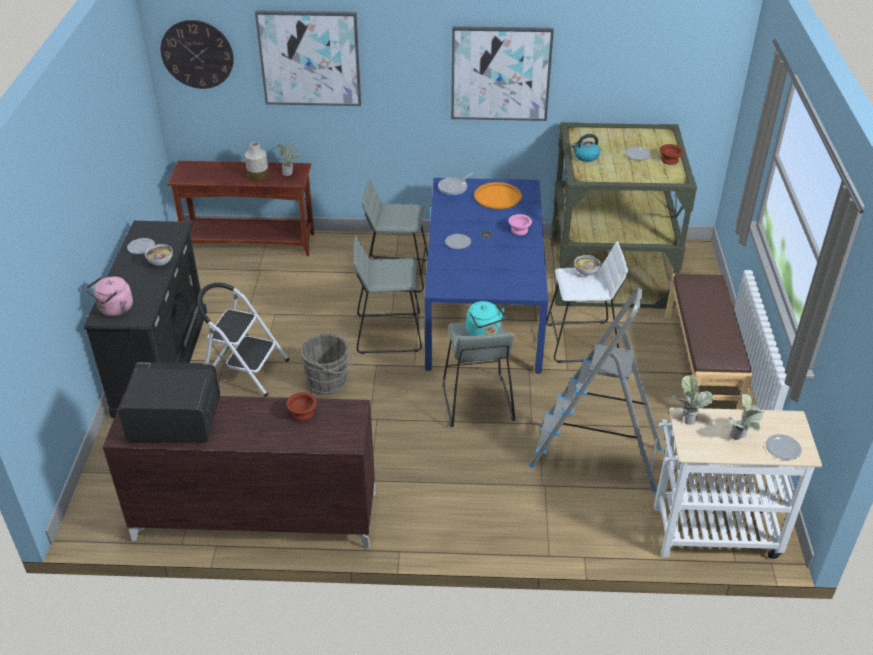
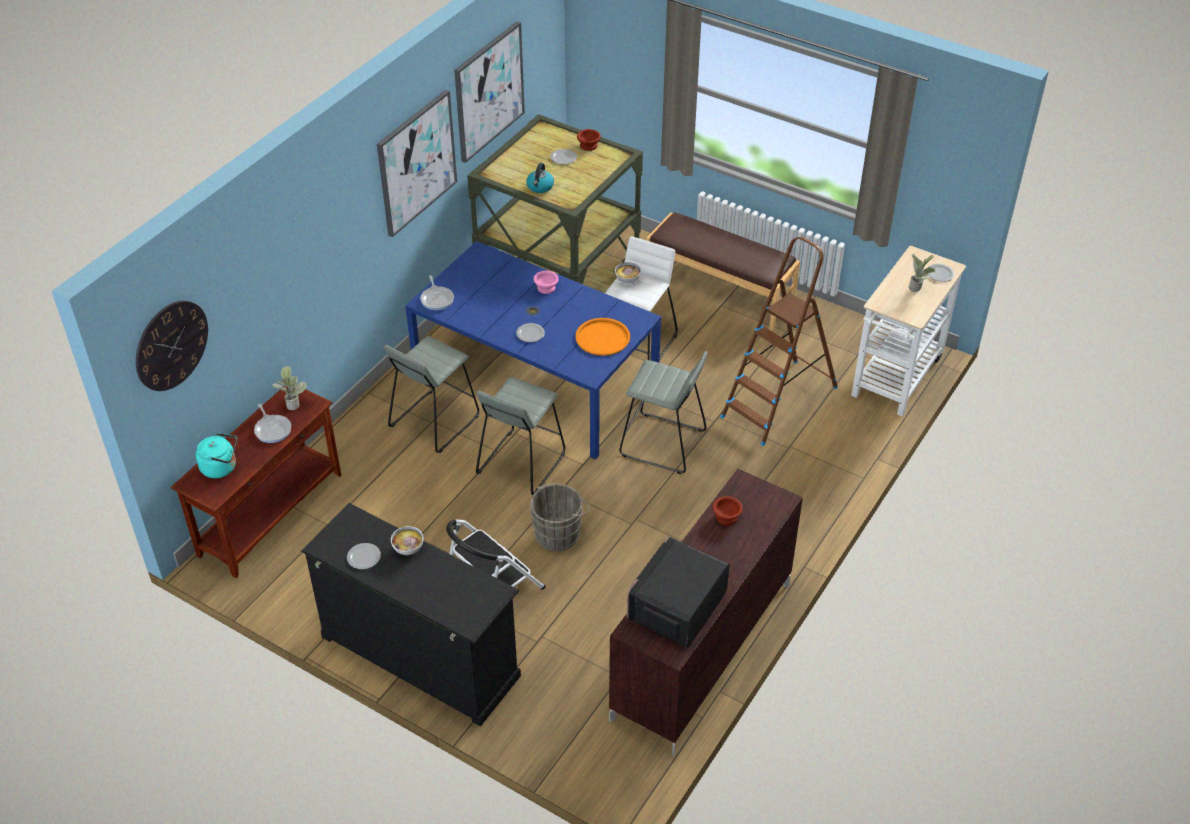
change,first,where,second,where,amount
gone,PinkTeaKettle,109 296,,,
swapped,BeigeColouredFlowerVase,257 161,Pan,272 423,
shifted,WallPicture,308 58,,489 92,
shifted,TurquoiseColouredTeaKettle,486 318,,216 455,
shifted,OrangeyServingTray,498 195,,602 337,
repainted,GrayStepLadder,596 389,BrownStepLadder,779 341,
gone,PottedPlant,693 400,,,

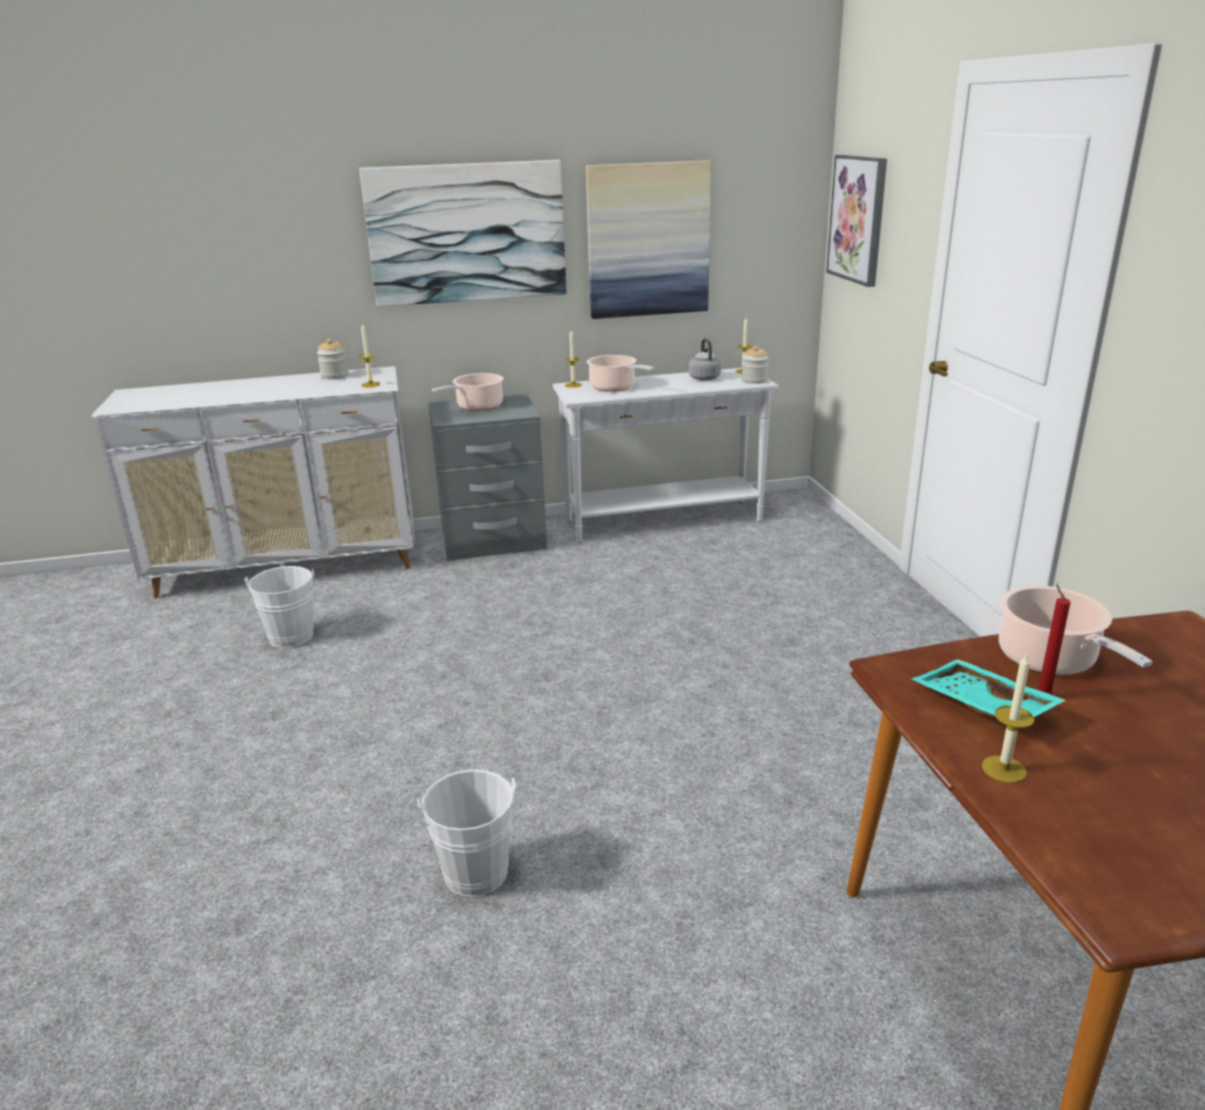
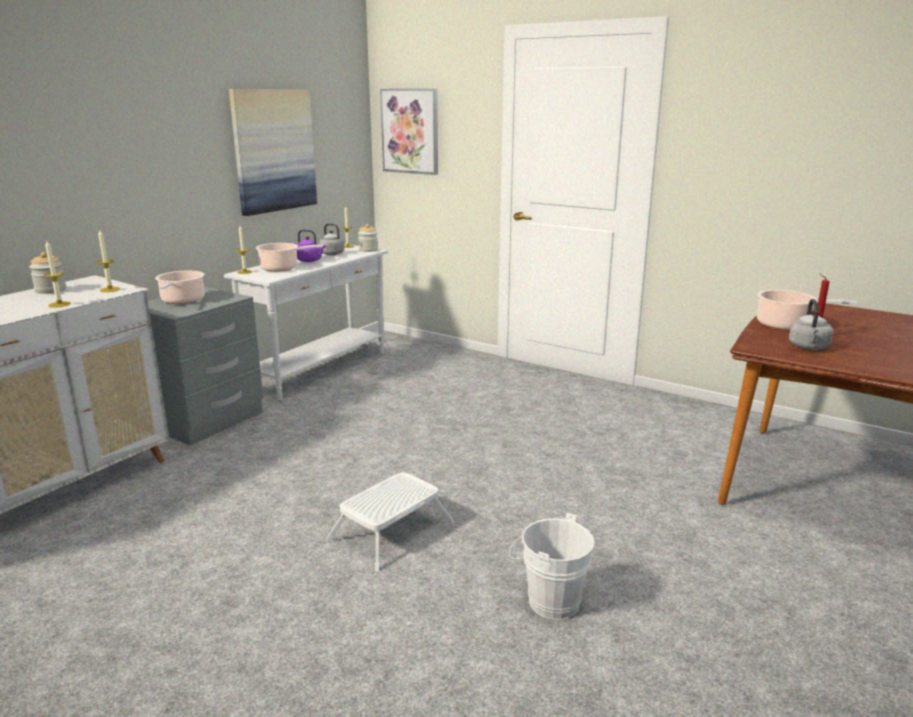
change,first,where,second,where,amount
gone,WhitishWaterBucket,280 607,,,
gone,WallPicture,462 233,,,
swapped,TurquoiseColouredServingTray,989 688,GrayTeaKettle,811 324,
shifted,WaxLight,1008 718,,57 274,
new,,,PurpleColouredTeaKettle,311 245,
new,,,WhitishStepLadder,390 521,

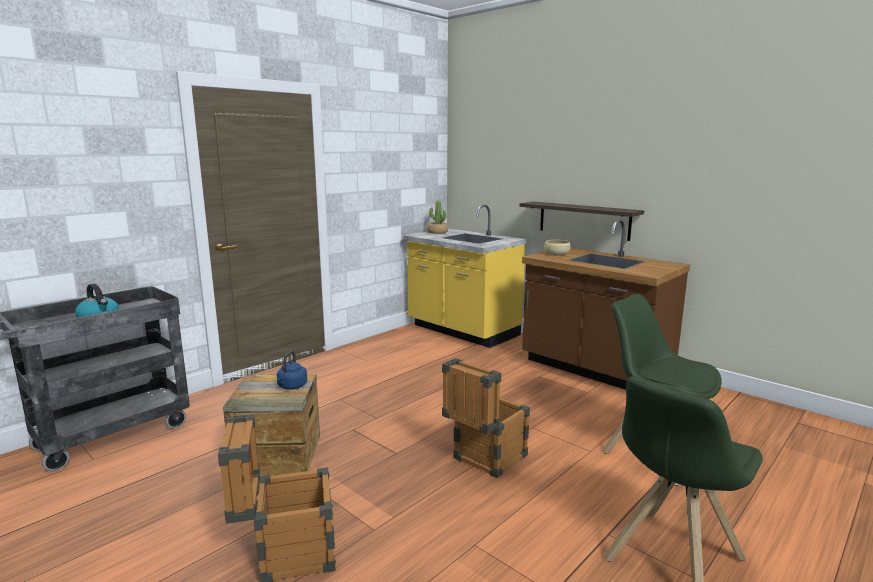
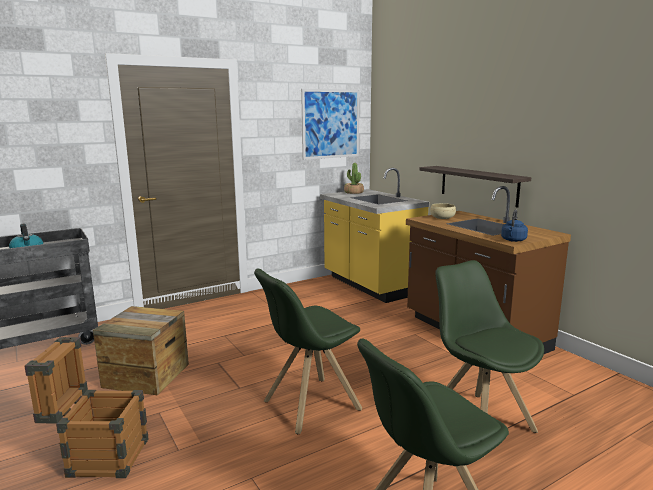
change,first,where,second,where,amount
shifted,BluishTeaKettle,292 370,,514 226,
swapped,ShippingCrate,486 418,GreenPlainChair,308 351,
new,,,WallPicture,330 124,

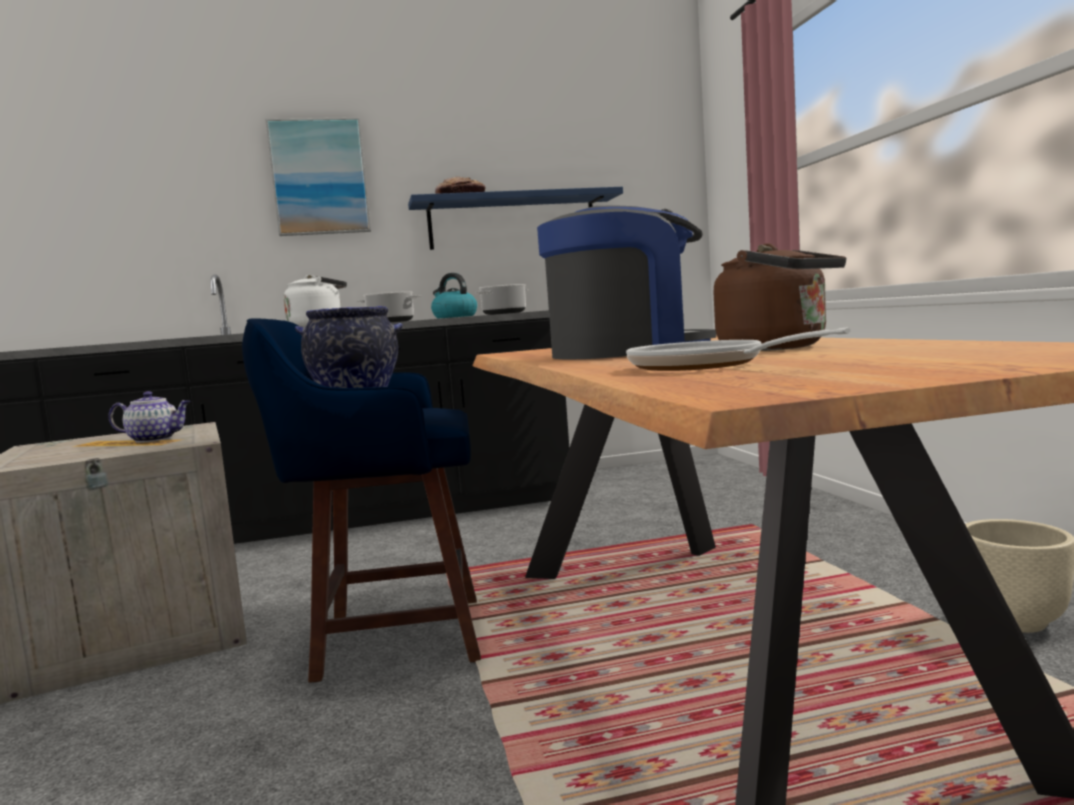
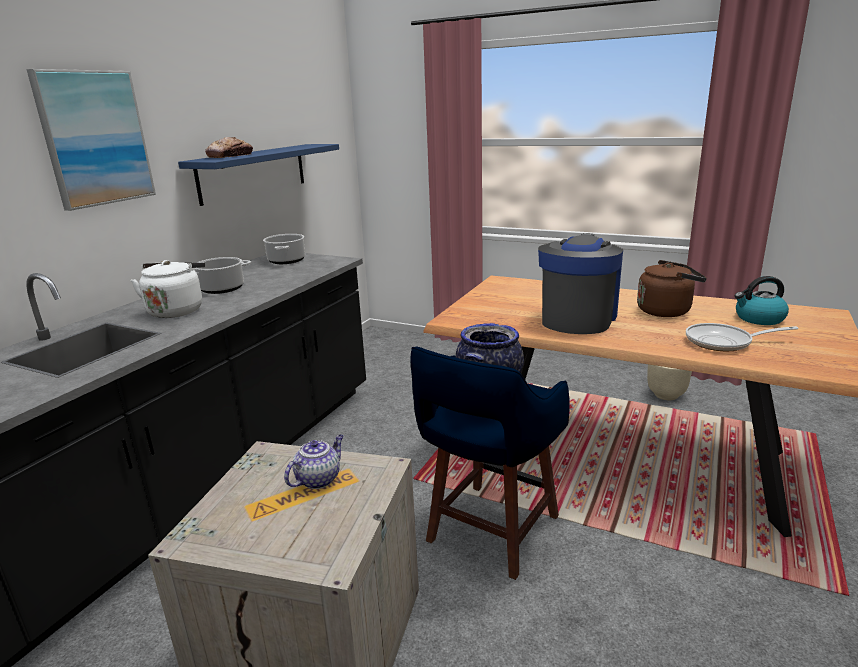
change,first,where,second,where,amount
shifted,TeaKettle,454 296,,762 300,

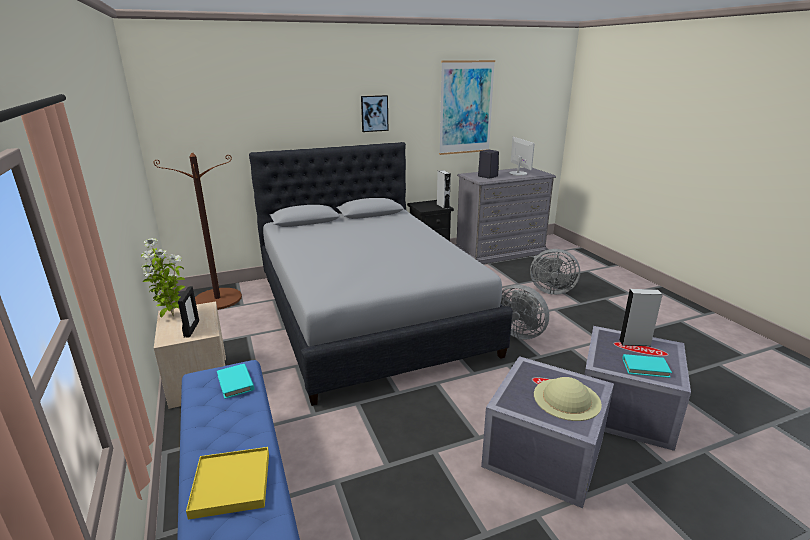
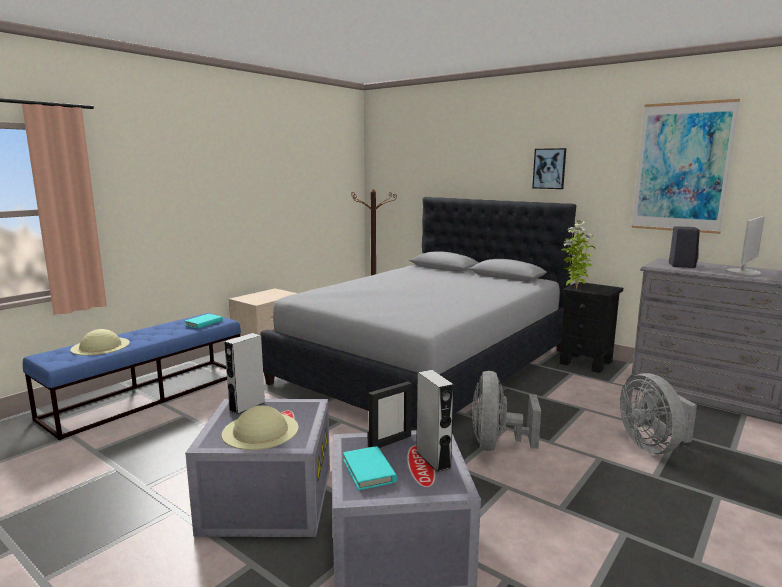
change,first,where,second,where,amount
shifted,PottedPlant,163 278,,578 254,
shifted,PhotoFrame,188 312,,390 414,
swapped,YellowColouredServingTray,227 483,BeigeColouredHat,100 342,
shifted,GrayLoudspeaker,444 189,,244 373,

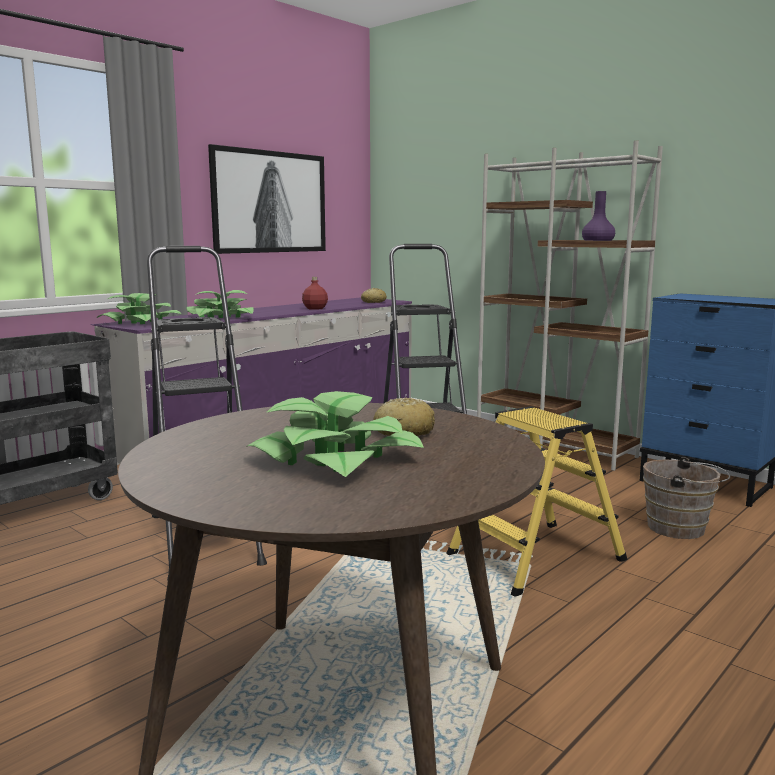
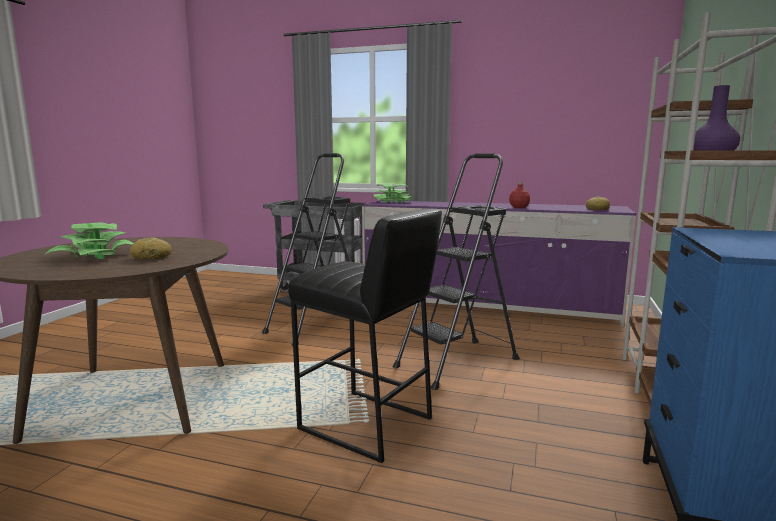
change,first,where,second,where,amount
gone,PottedPlant,220 304,,,
gone,WallPicture,267 199,,,
swapped,YellowColouredStepLadder,536 501,BlackSittingStool,365 335,
gone,BrownWaterBucket,686 498,,,

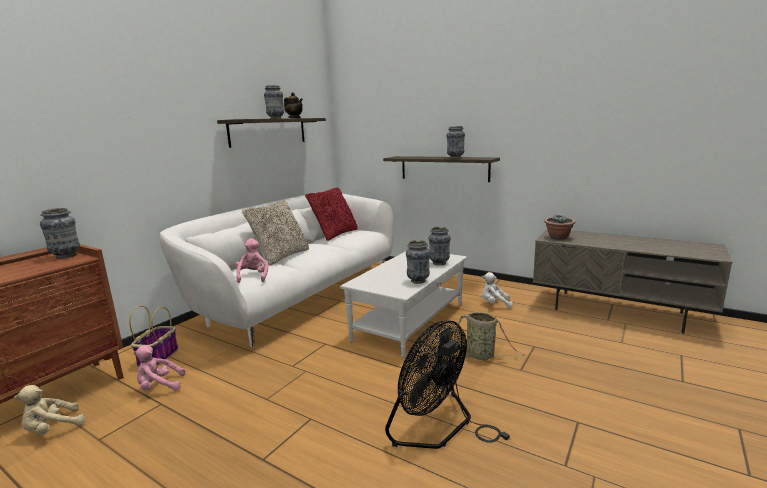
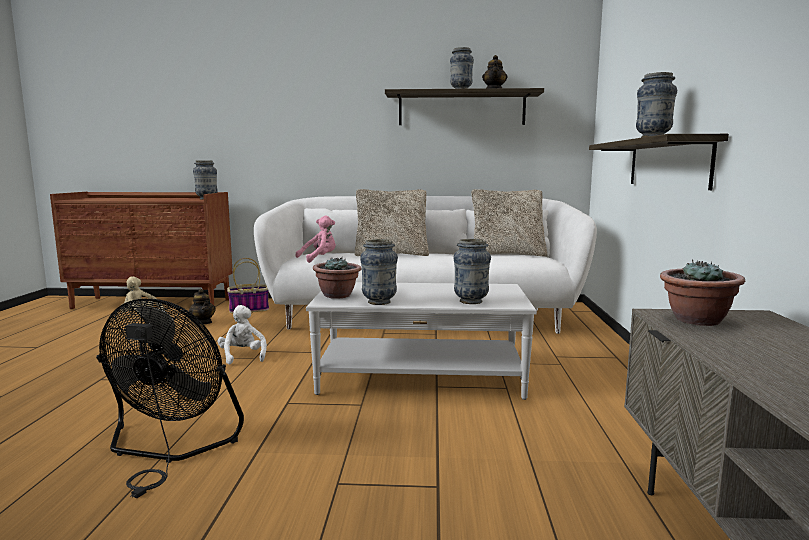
change,first,where,second,where,amount
swapped,PinkCuddlyToy,159 368,Teapot,202 306,
repainted,ReddishPillow,331 214,BeigeColouredPillow,509 222,
gone,HouseholdBasket,490 336,,,
shifted,WhitishCuddlyToy,497 290,,242 335,
new,,,PottedPlant,337 278,

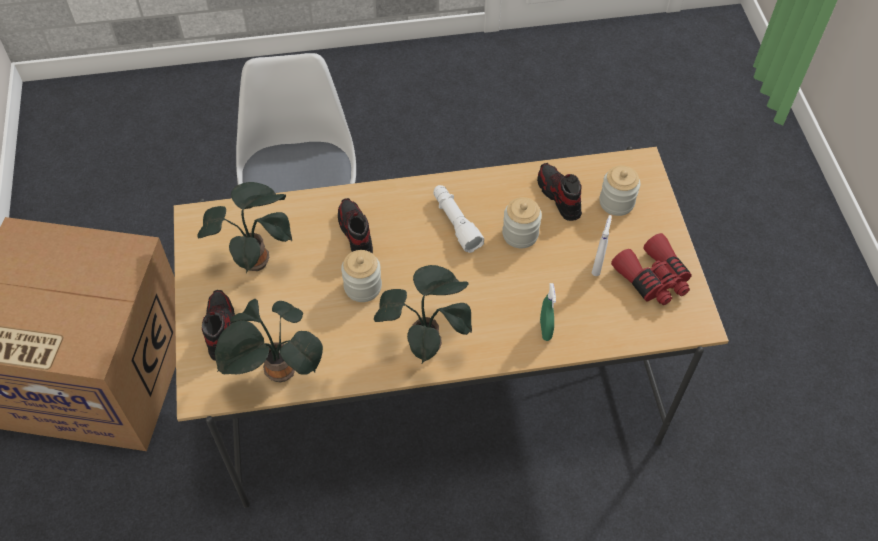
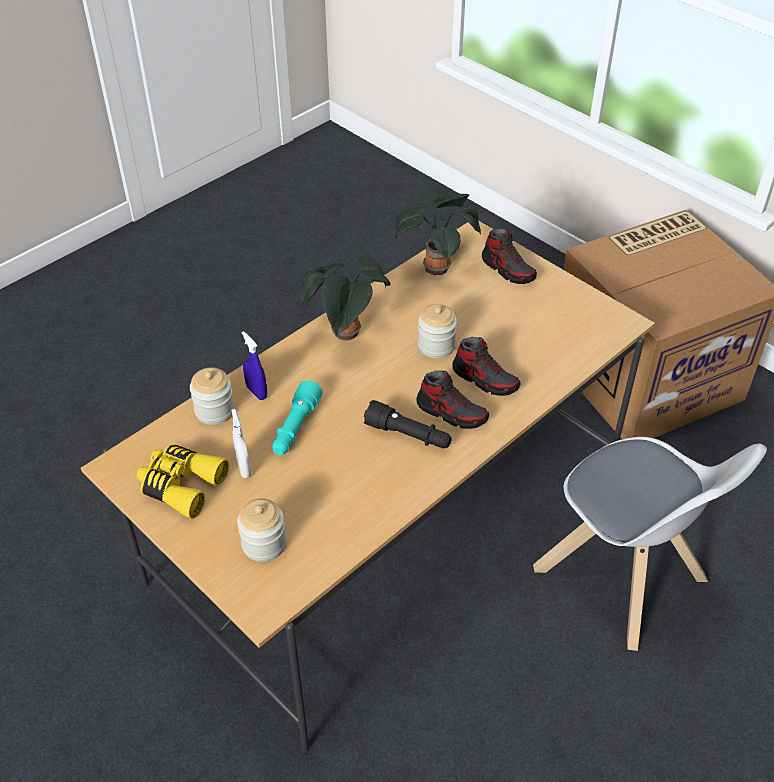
change,first,where,second,where,amount
gone,PottedPlant,244 228,,,
repainted,WhitishTorch,458 219,BlackTorch,408 424,
shifted,PreserveJar,522 222,,212 396,
shifted,ItemOfFootwear,559 192,,452 399,
repainted,GreenSprayBottle,548 312,BluishSprayBottle,254 365,
repainted,ReddishBinoculars,651 269,YellowColouredBinoculars,182 482,
new,,,TurquoiseColouredTorch,297 418,

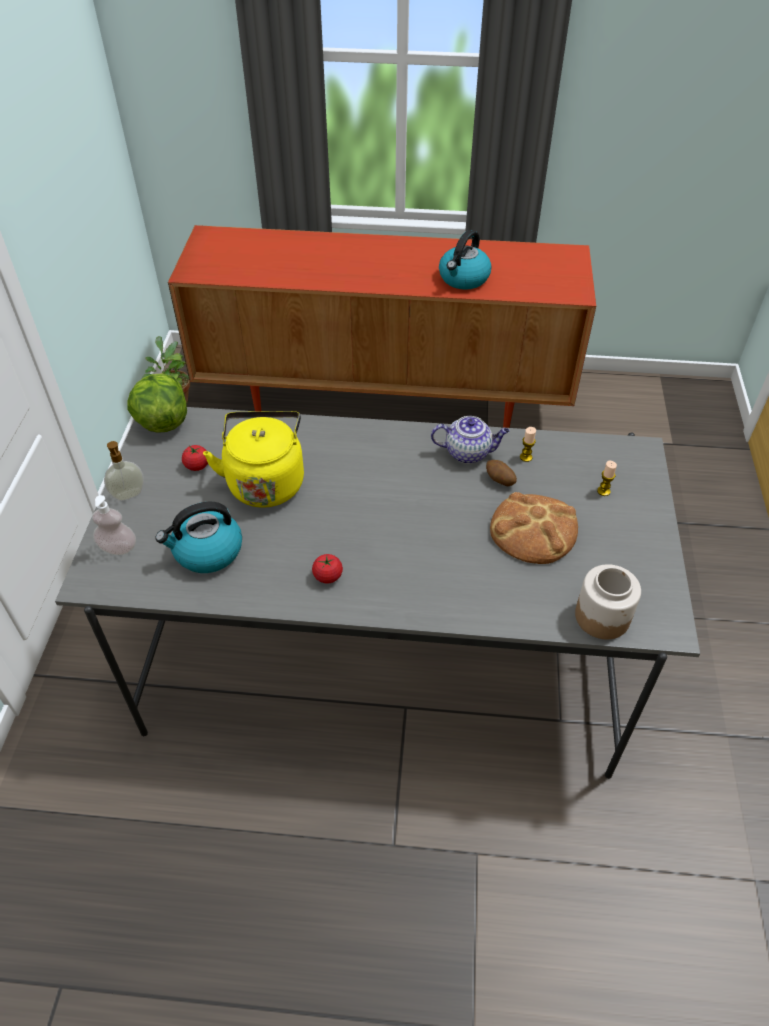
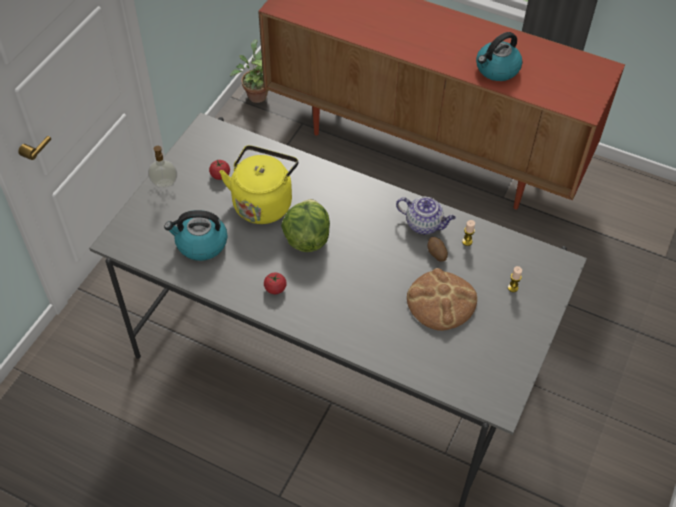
change,first,where,second,where,amount
gone,SoapDispenser,114 525,,,
shifted,Lettuce,157 403,,305 225,
gone,PreserveJar,608 601,,,

